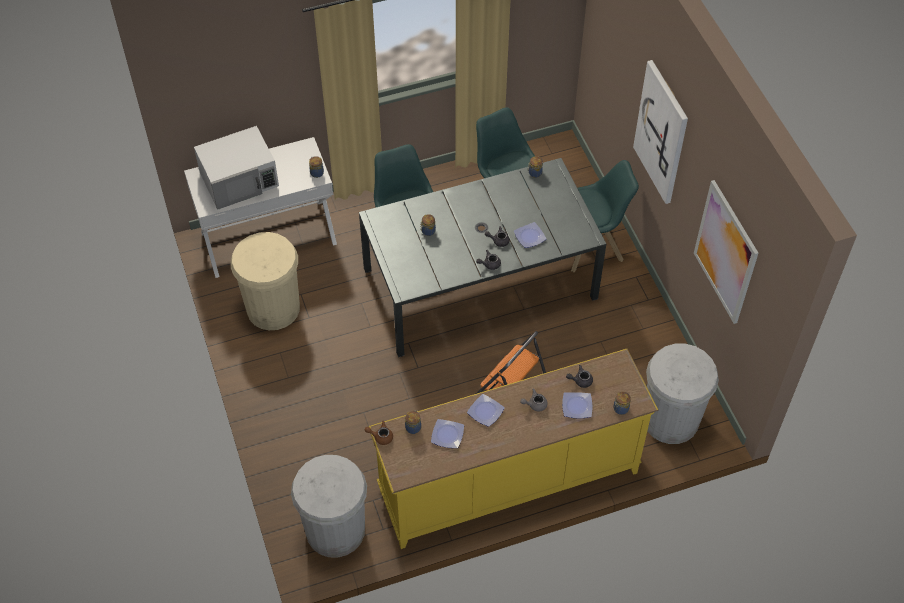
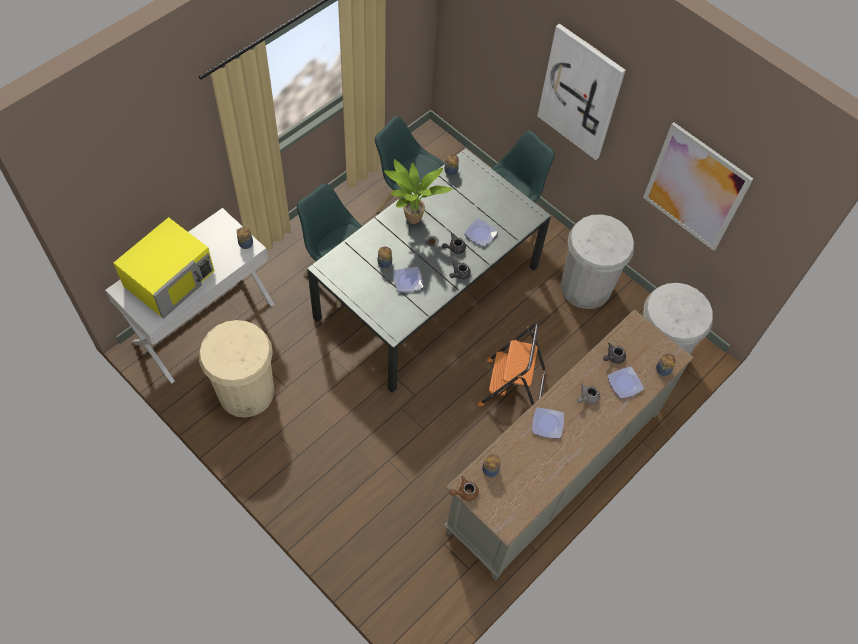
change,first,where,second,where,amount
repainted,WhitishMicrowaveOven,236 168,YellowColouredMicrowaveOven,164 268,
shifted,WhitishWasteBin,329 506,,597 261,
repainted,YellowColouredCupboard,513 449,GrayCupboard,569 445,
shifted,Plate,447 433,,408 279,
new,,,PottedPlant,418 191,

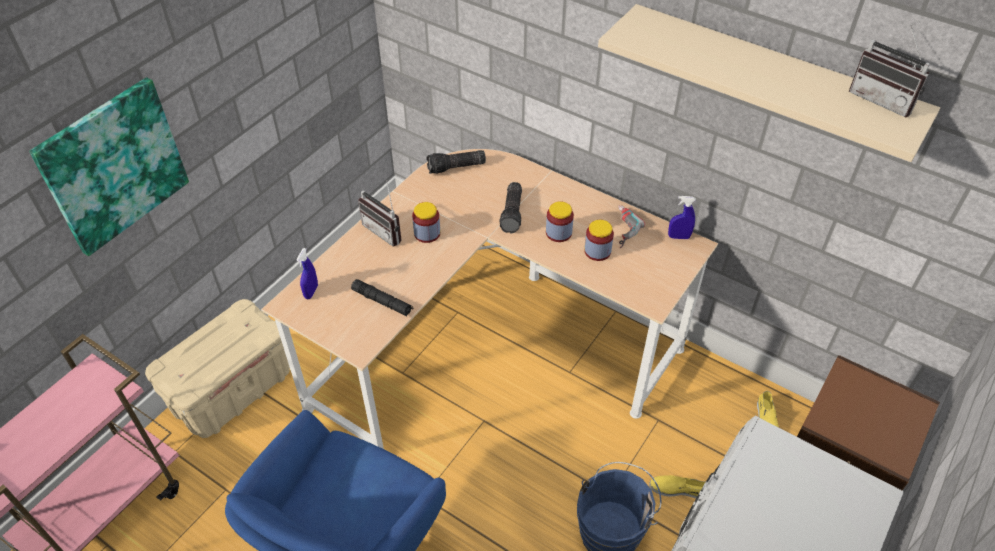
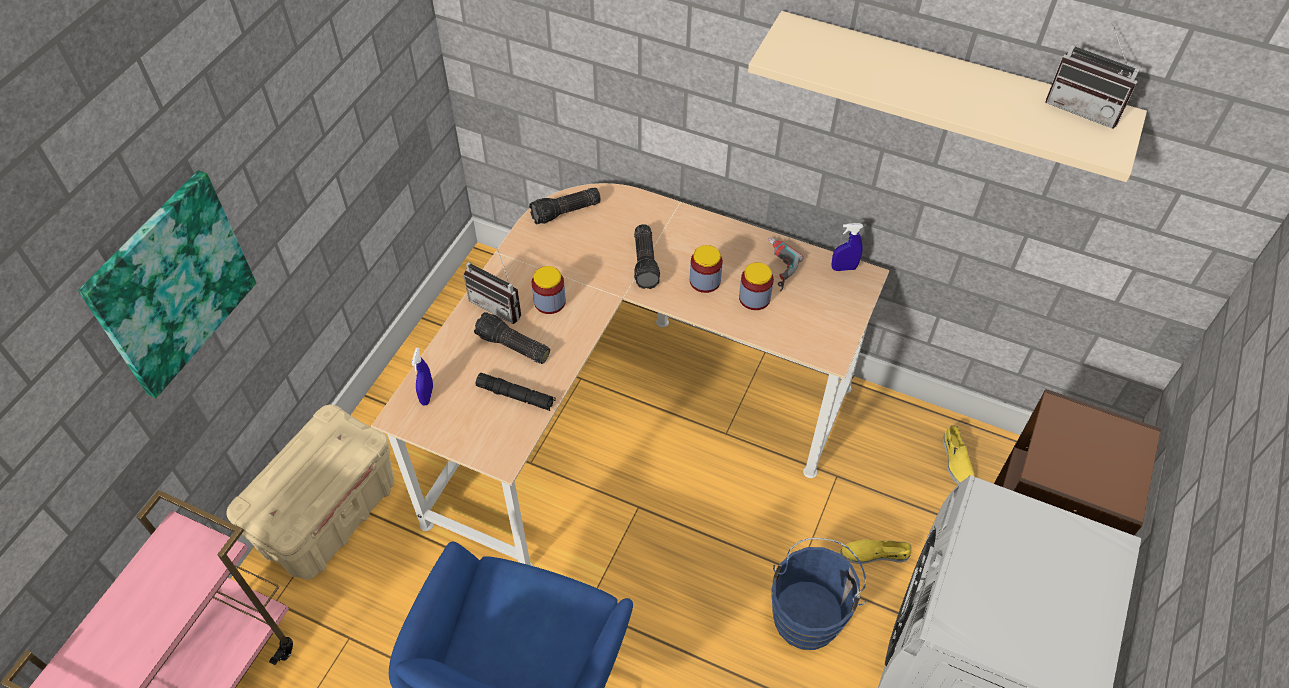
change,first,where,second,where,amount
new,,,Torch,512 338,

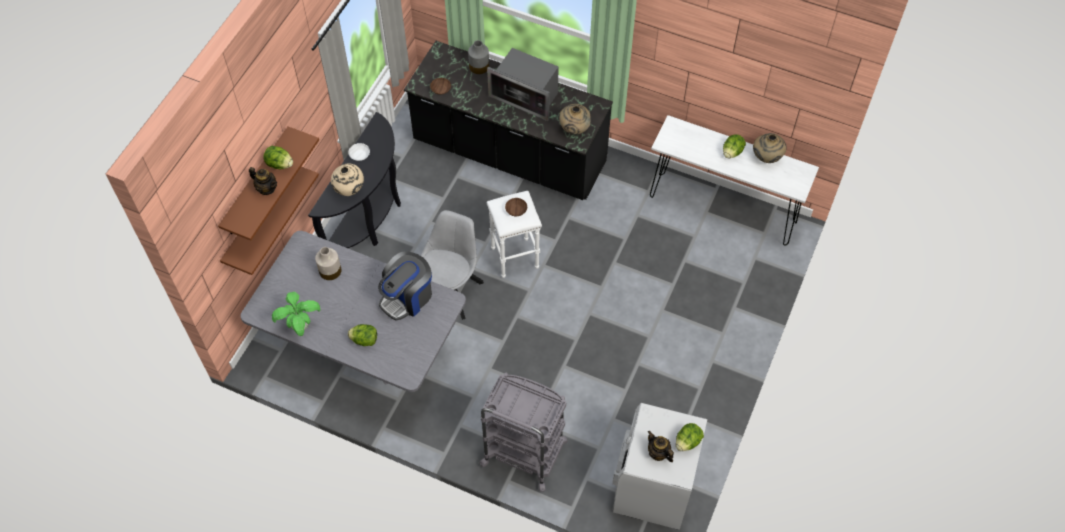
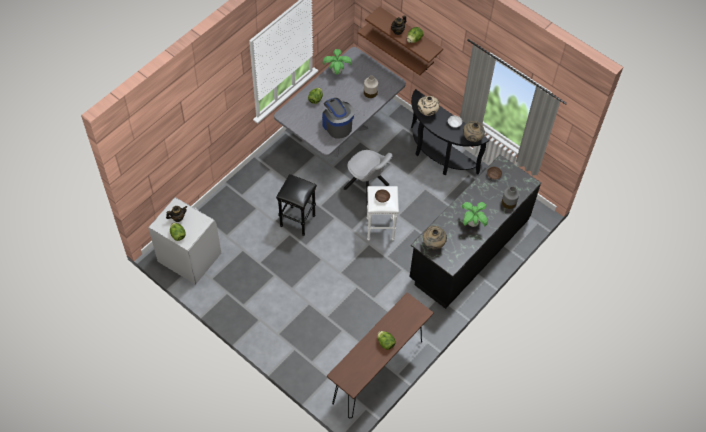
change,first,where,second,where,amount
gone,GrayCart,523 432,,,
swapped,MicrowaveOven,523 84,PottedPlant,475 214,
repainted,WhitishConsoleTable,734 180,BrownConsoleTable,380 355,
shifted,BeigeColouredFlowerVase,770 148,,474 131,
new,,,BlackSittingStool,296 205,

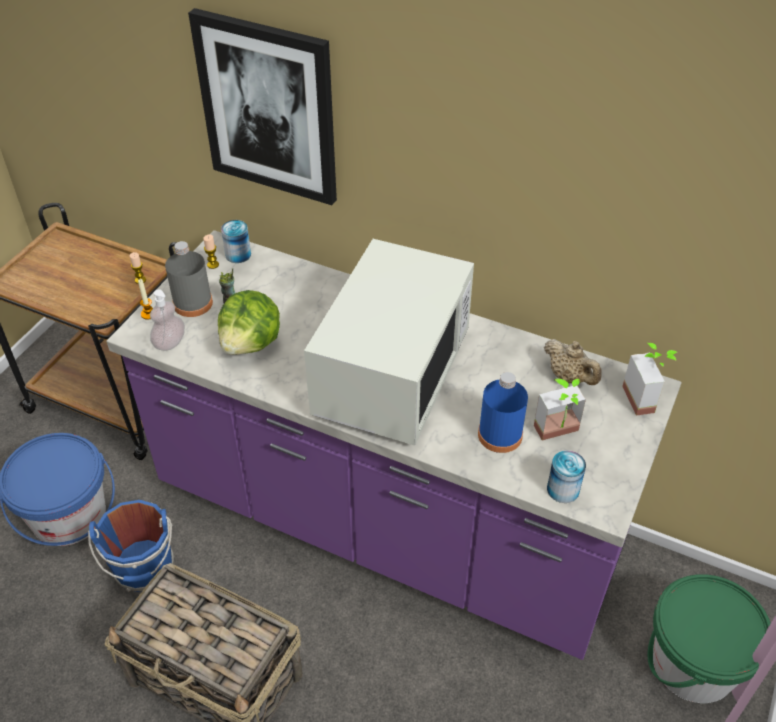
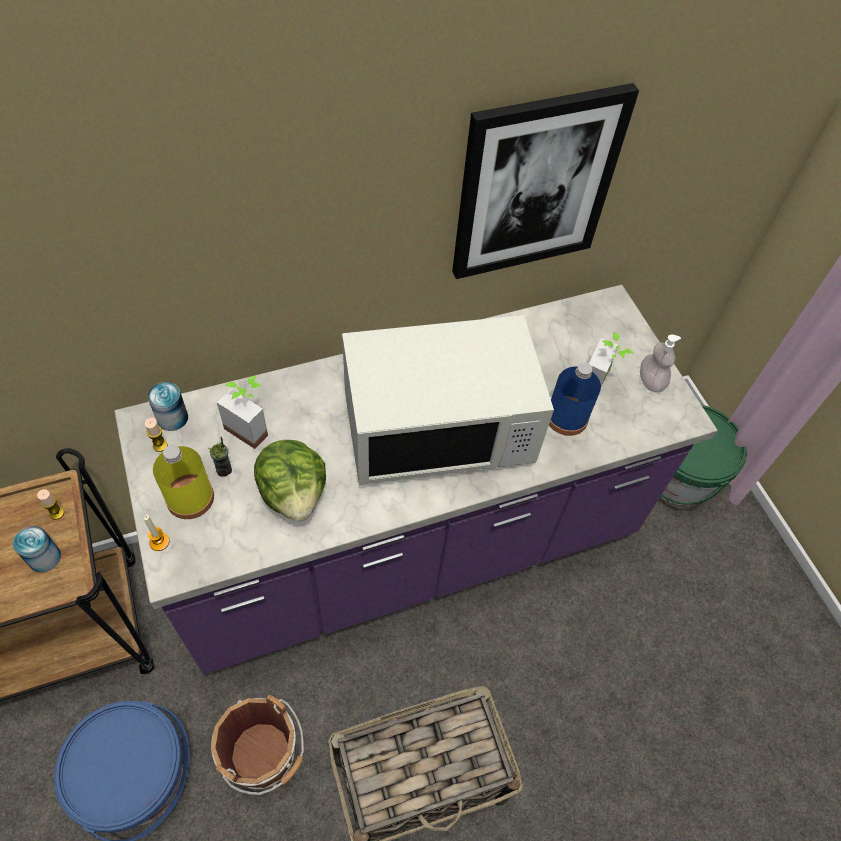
change,first,where,second,where,amount
repainted,BluishWaterBucket,131 546,BrownWaterBucket,257 745,
shifted,SoapDispenser,167 320,,660 363,
repainted,GrayBottle,189 279,YellowColouredBottle,183 482,
shifted,WallPicture,262 106,,545 181,
rotated,WhitishMicrowaveOven,389 342,,448 400,105 degrees clockwise
gone,BeigeColouredTeapot,573 362,,,
shifted,Can,566 476,,37 549,
shifted,PottedPlant,649 379,,242 412,

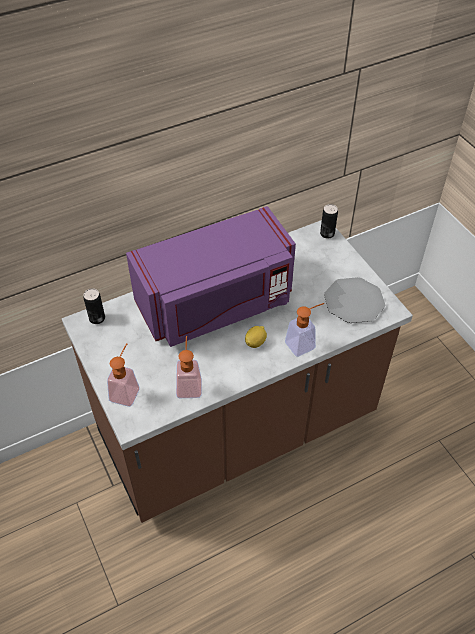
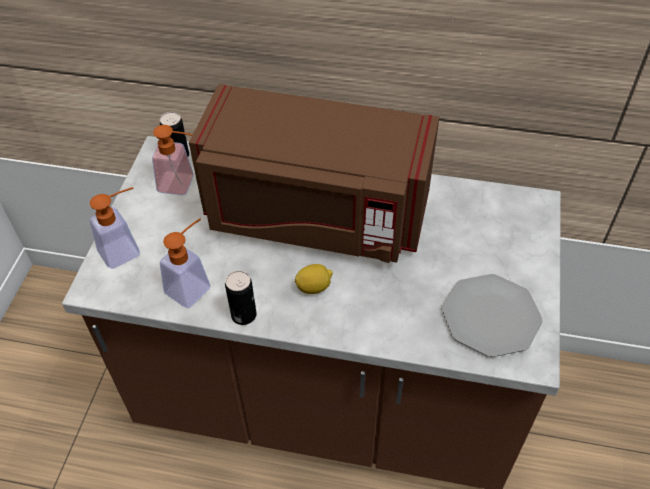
change,first,where,second,where,amount
repainted,PurpleColouredMicrowaveOven,211 276,BrownMicrowaveOven,314 173,
shifted,SoapDispenser,304 330,,173 160,
shifted,Can,329 221,,240 298,

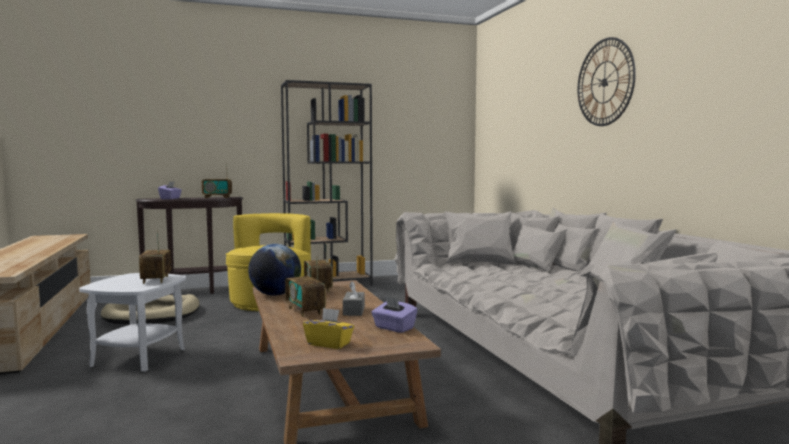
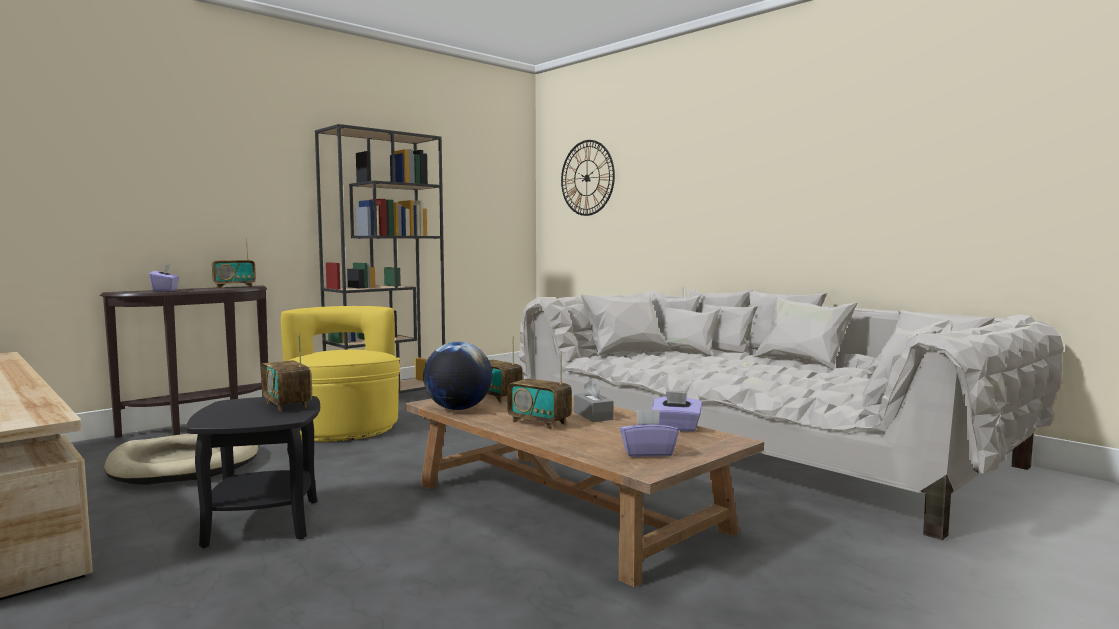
change,first,where,second,where,amount
repainted,WhitishSideTable,132 322,BlackSideTable,253 472,
repainted,YellowColouredBoxOfTissues,328 328,PurpleColouredBoxOfTissues,649 433,
shifted,HangingClock,606 81,,588 178,

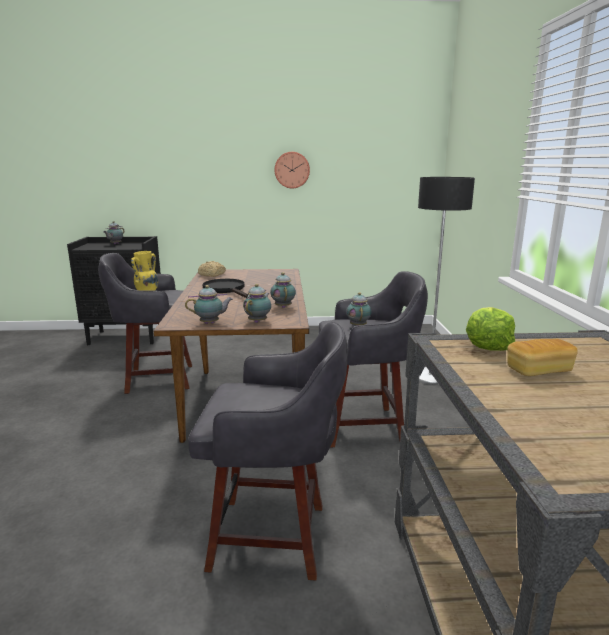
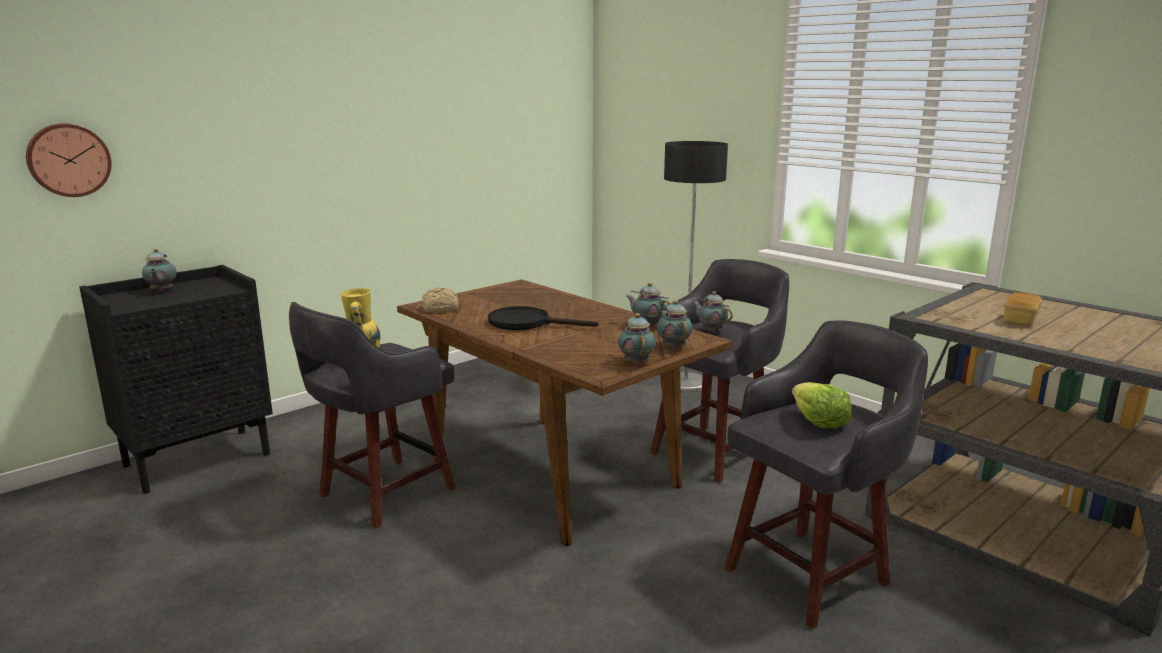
change,first,where,second,where,amount
rotated,Teapot,209 304,,637 339,45 degrees counterclockwise
shifted,HangingClock,292 170,,69 160,
shifted,Lettuce,490 329,,822 405,

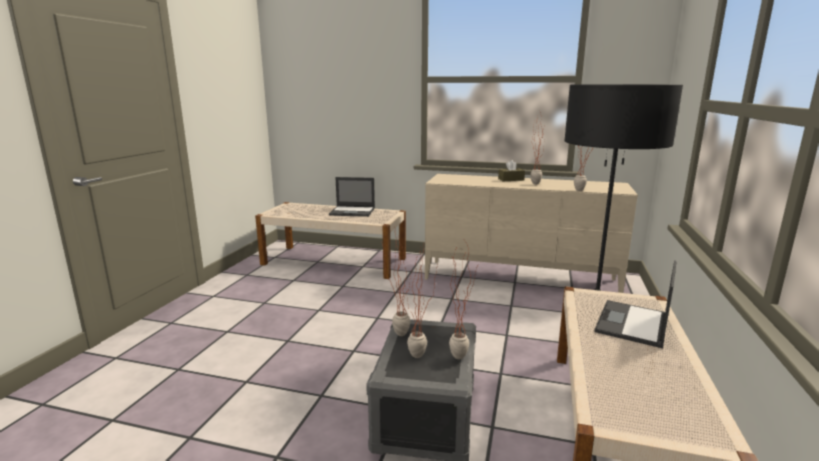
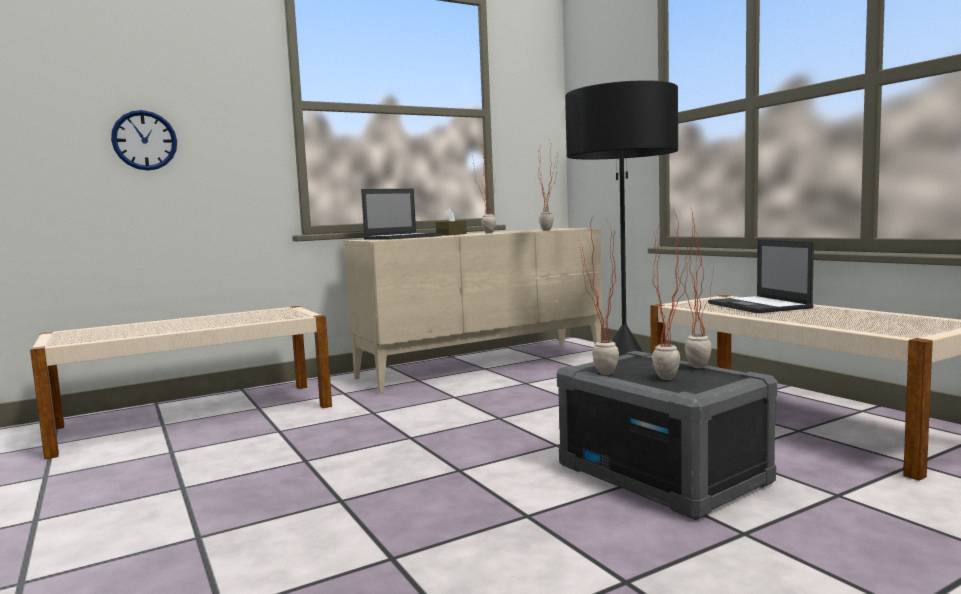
change,first,where,second,where,amount
shifted,PortableComputer,352 197,,401 214,
new,,,HangingClock,144 140,

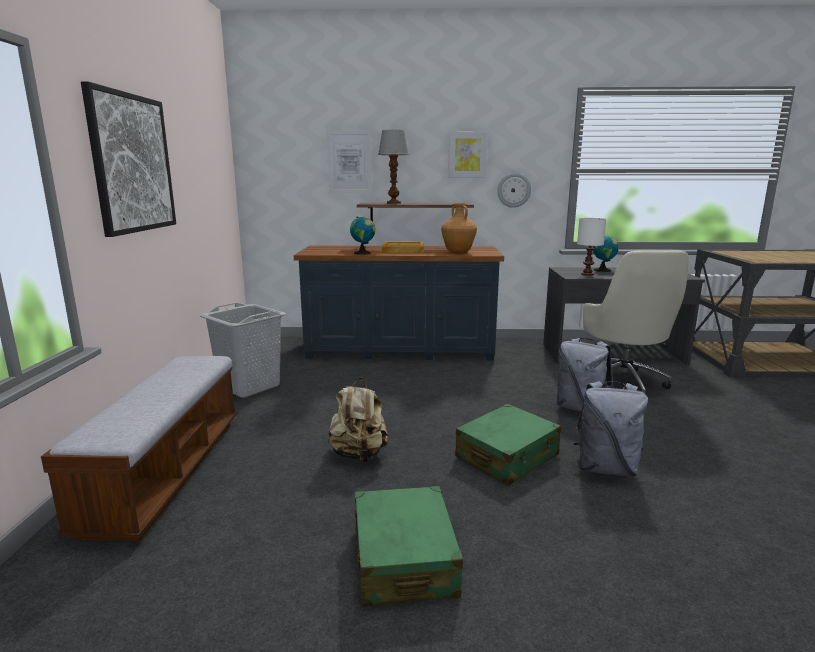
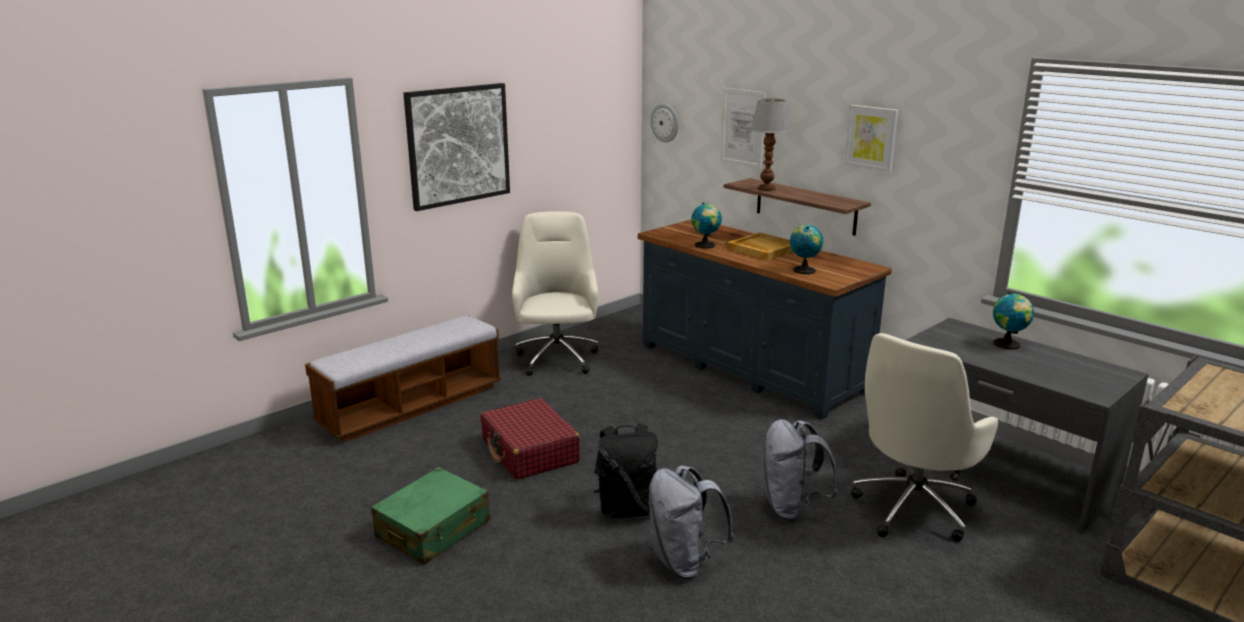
change,first,where,second,where,amount
swapped,GrayLaundryBasket,243 350,BeigeColouredOfficeChair,555 293,
swapped,BeigeColouredBackpack,358 419,ReddishTravelCase,530 439,
swapped,BrownFlowerVase,459 228,WorldGlobe,807 249,
swapped,GreenTravelCase,508 445,BlackBackpack,626 470,
shifted,HangingClock,514 190,,664 123,
gone,WhitishTabletopLamp,591 247,,,

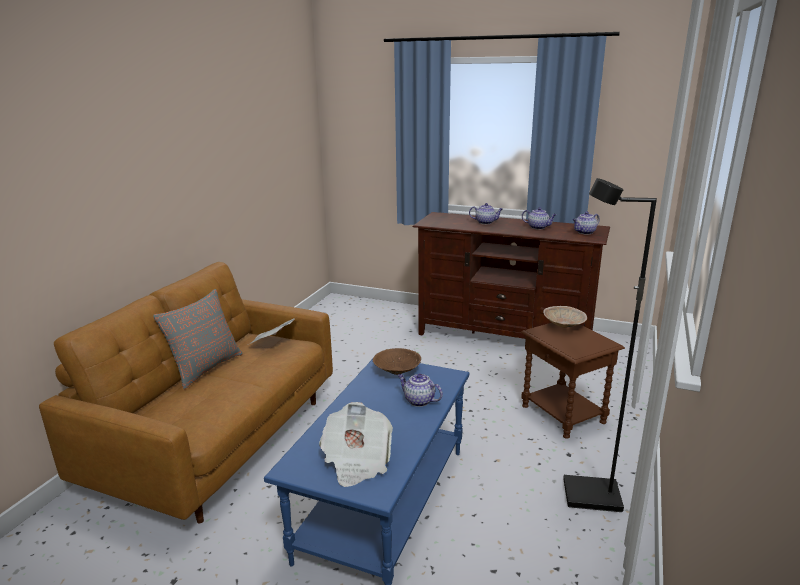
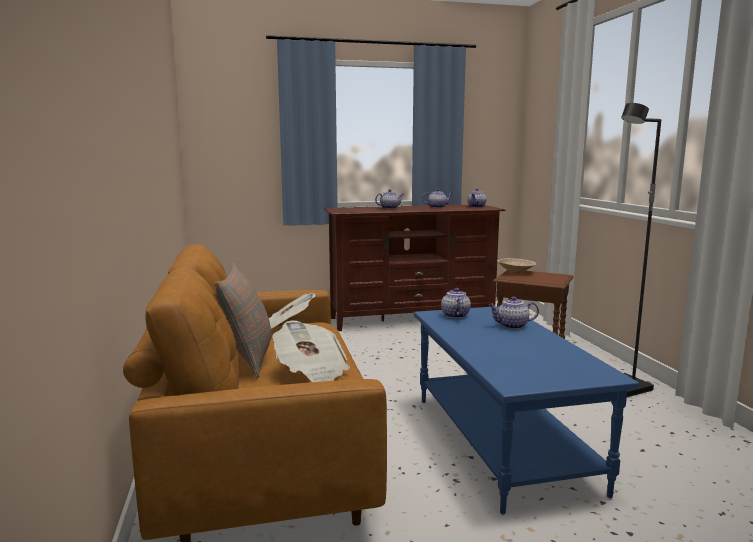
change,first,where,second,where,amount
shifted,DailyPaper,356 444,,311 351,
swapped,BrownBowl,397 361,Teapot,456 303,

